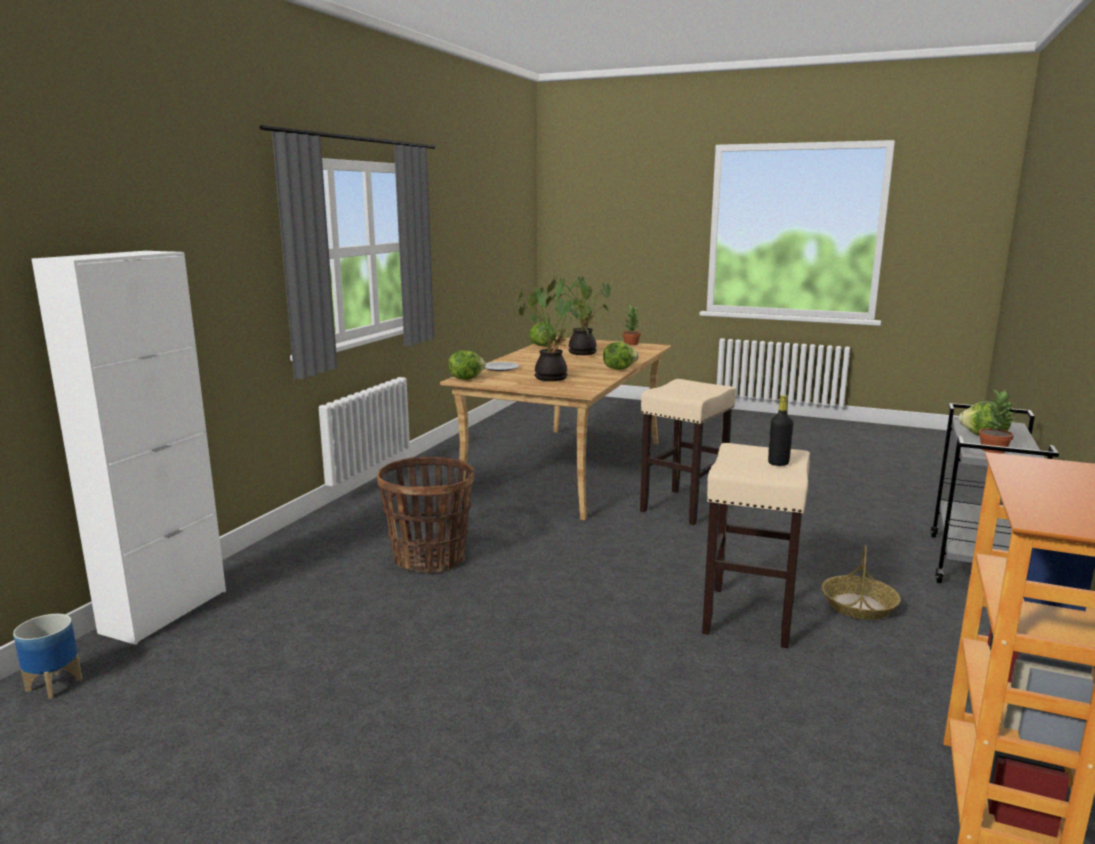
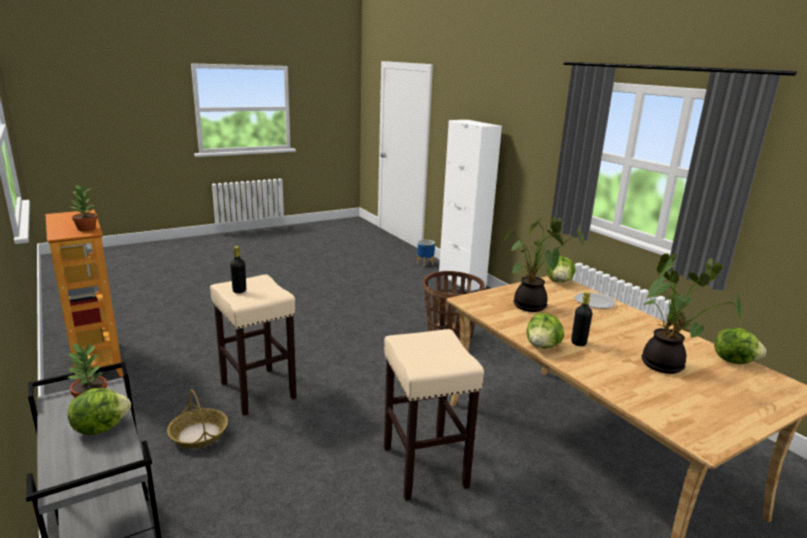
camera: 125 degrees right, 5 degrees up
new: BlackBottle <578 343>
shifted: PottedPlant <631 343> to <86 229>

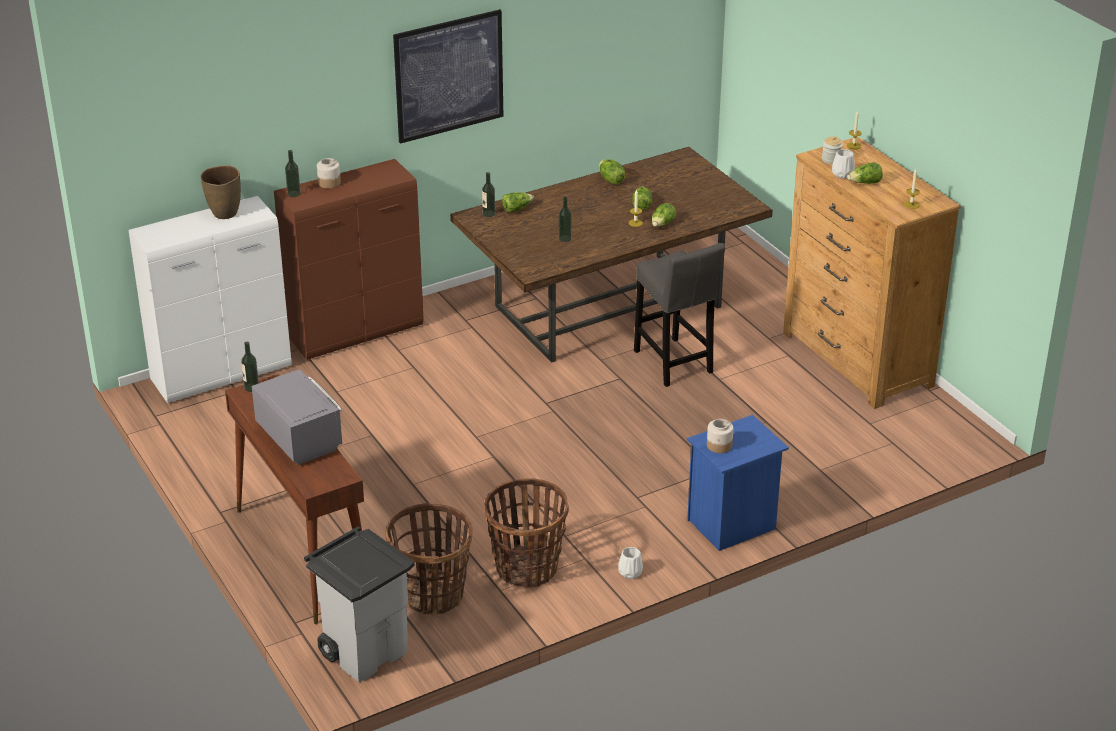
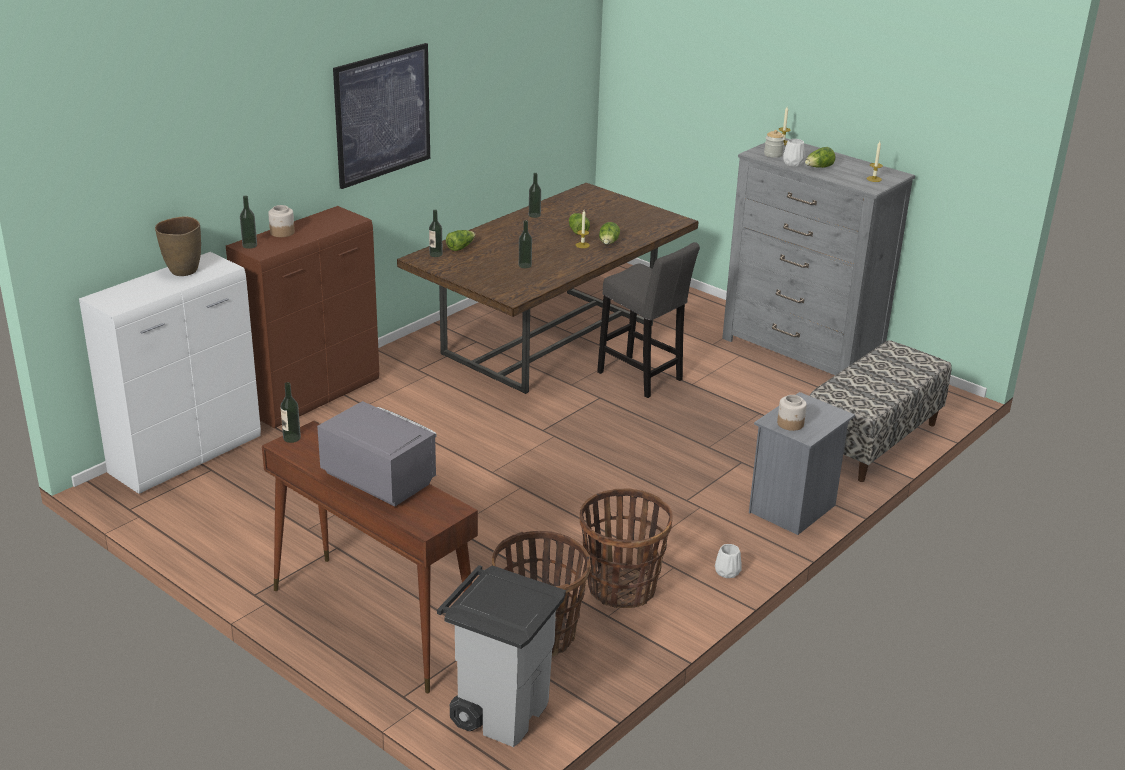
camera: 20 degrees left, 5 degrees down
new: Bench <872 441>
swapped: Lettuce <611 180> to Bottle <534 215>
repainted: BlueNightstand <733 525> to GreyNightstand <794 509>; BrownDresser <857 360> to GreyDresser <801 350>

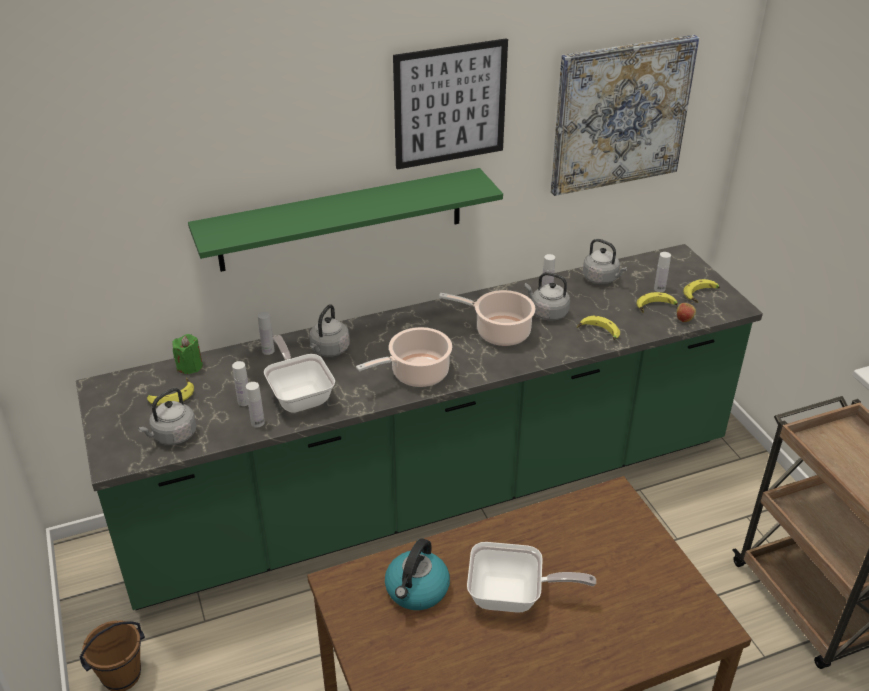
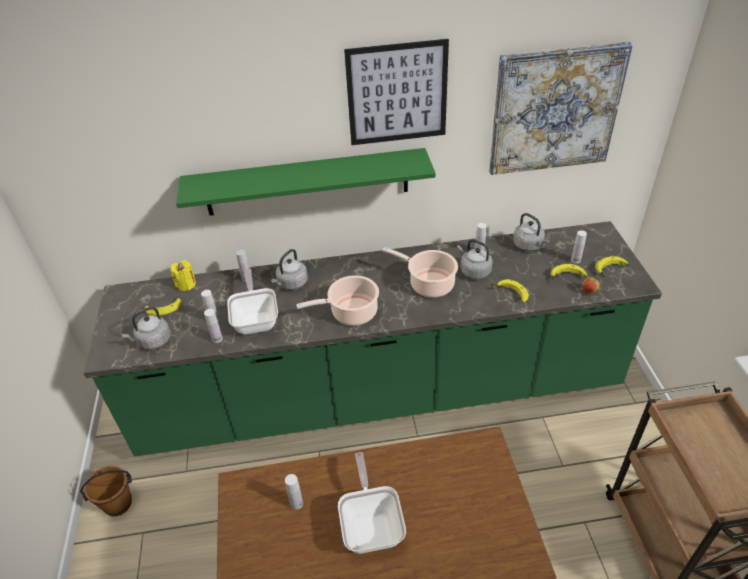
camera: 15 degrees right, 5 degrees up
swapped: Kettle <417 590> to WhiteBottle <296 503>
repainted: GreenCandle <190 366> to YellowCandle <186 284>
rotated: FryingPan <513 597> = <372 524> 120 degrees counterclockwise

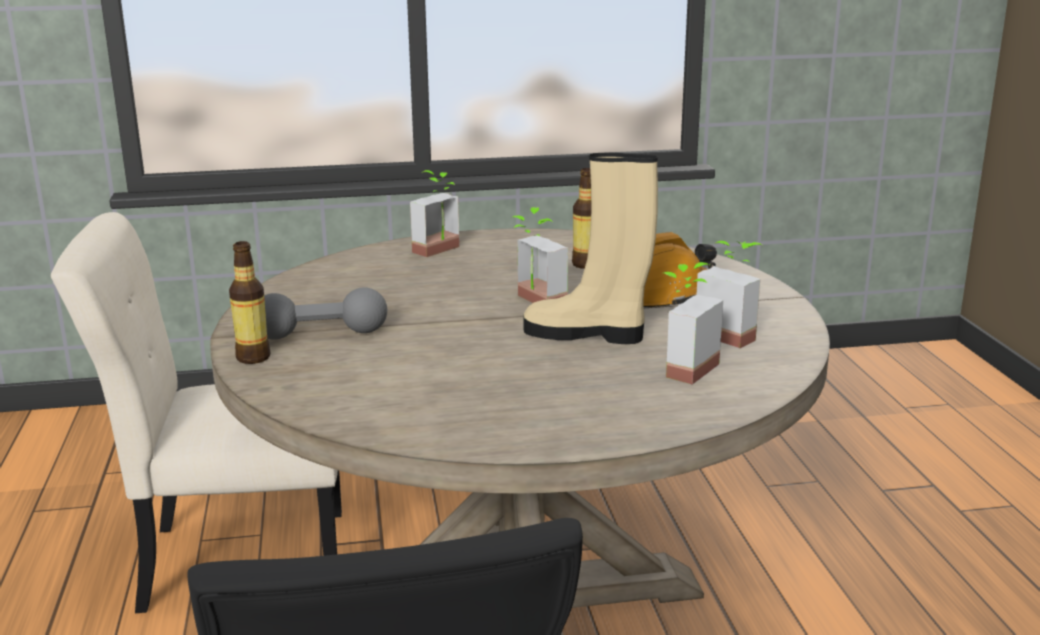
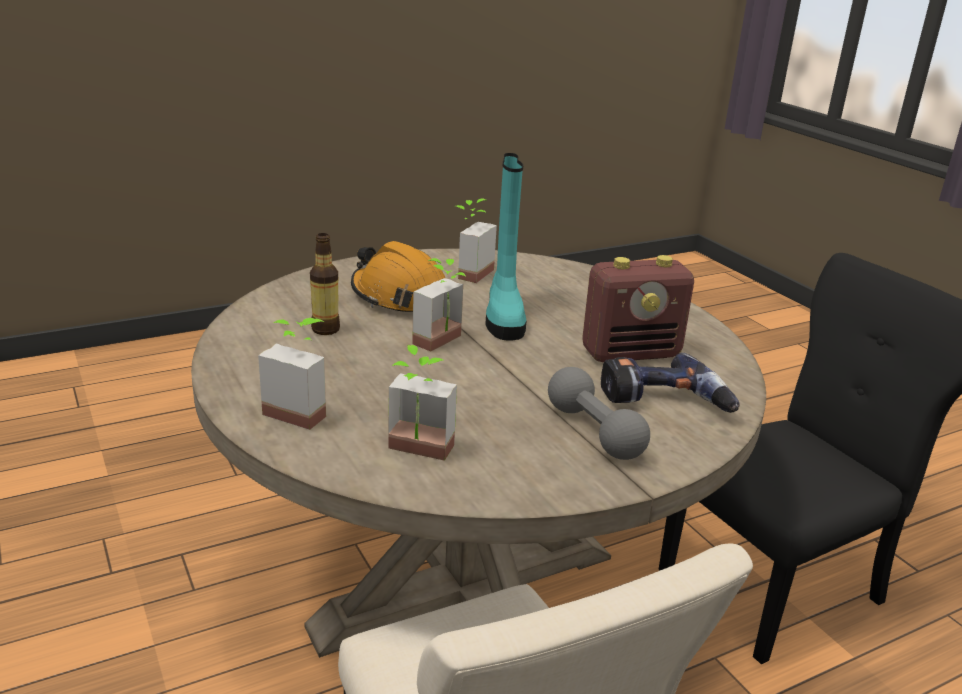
camera: 110 degrees left, 5 degrees up
gone: Bottle <253 357>
new: Radio <631 353>; PowerDrill <664 404>
shifted: PottedPlant <681 367> to <417 453>
repainted: BeigeBoot <587 334> to TurquoiseBoot <503 316>

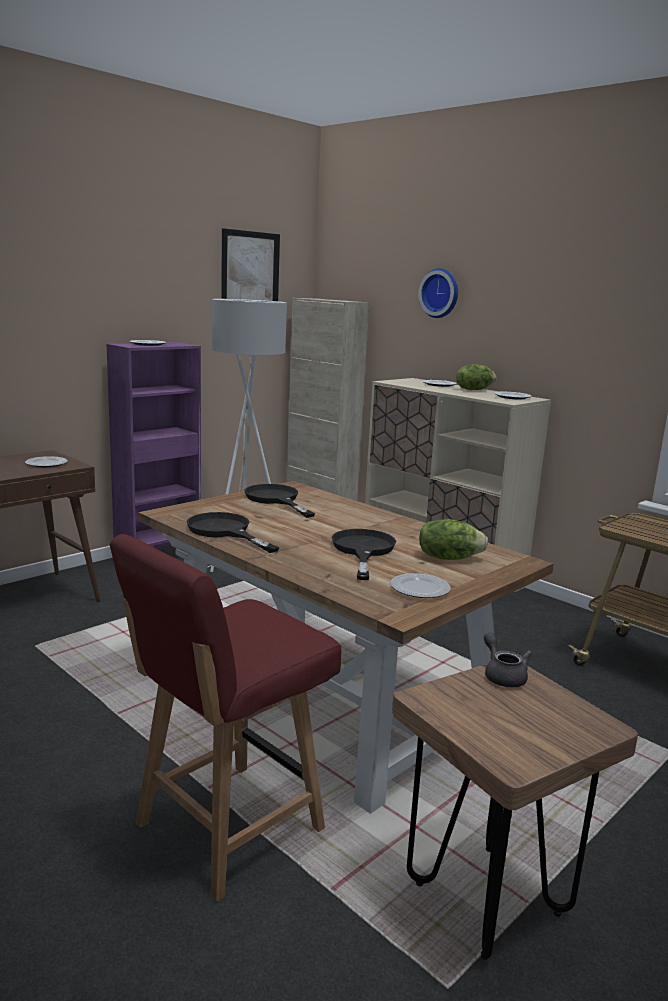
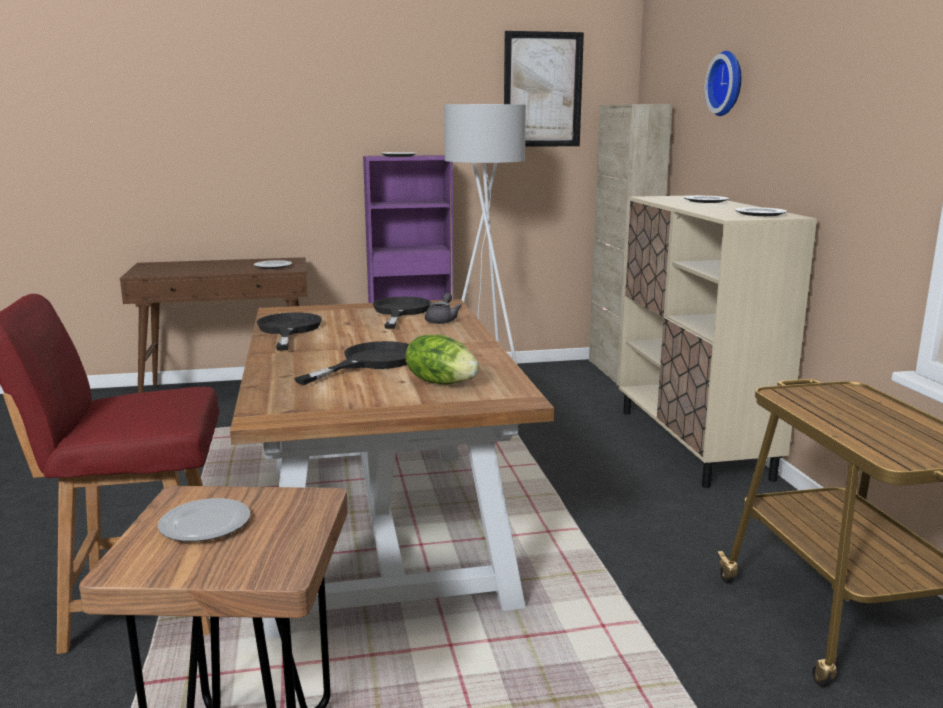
camera: 35 degrees right, 0 degrees up
gone: Lettuce <474 390>
shifted: Plate <420 589> to <205 525>; GreyTeapot <503 675> to <442 320>

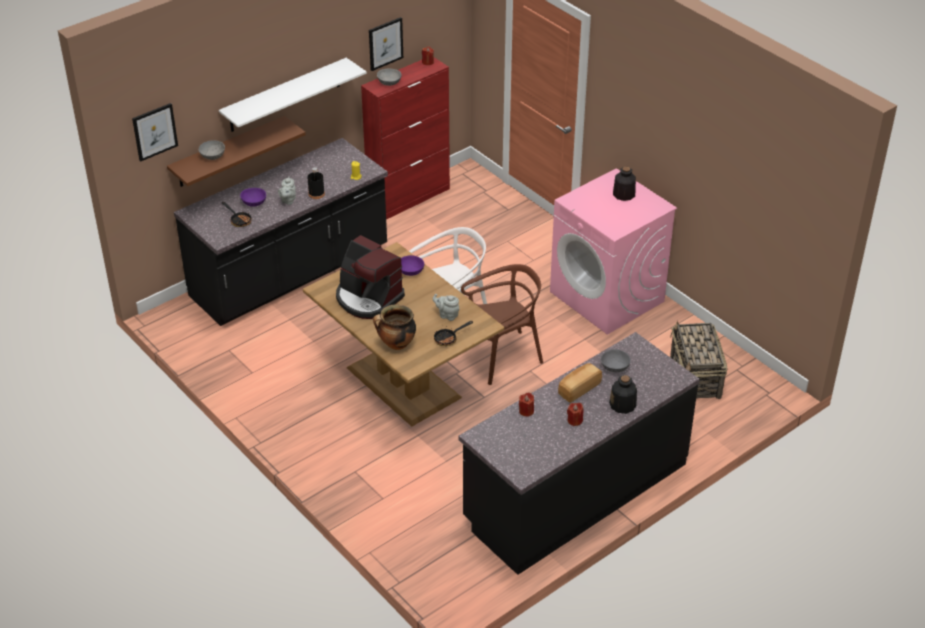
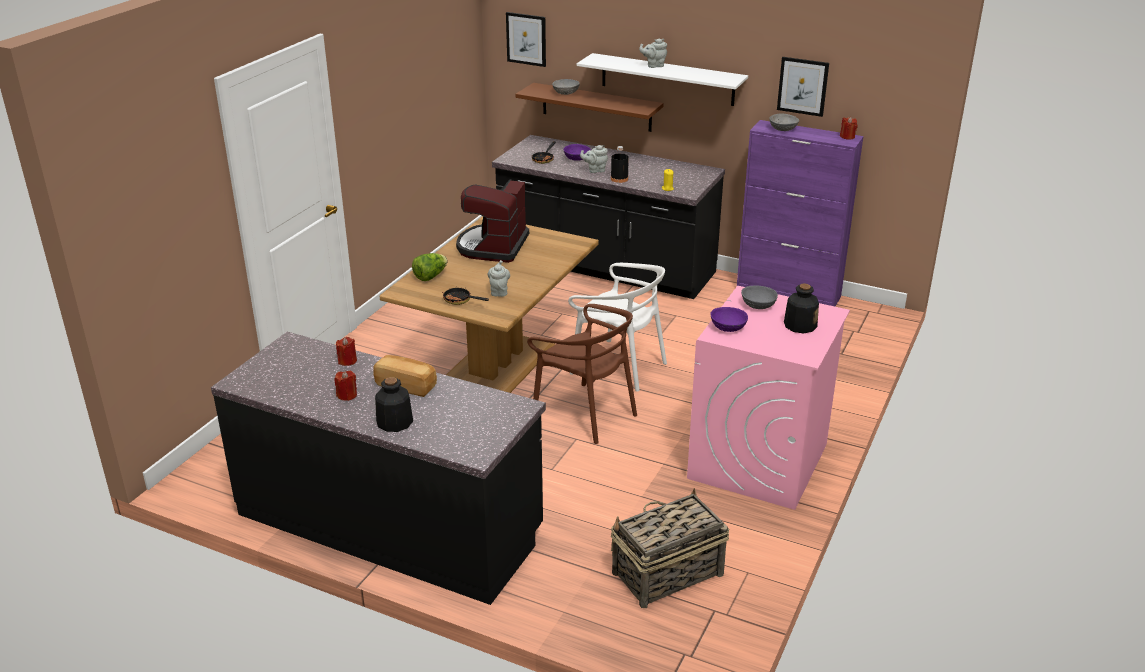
camera: 65 degrees right, 10 degrees down
new: GreyTeapot <654 65>
shifted: PurpleBowl <410 271> to <728 327>; GreyBowl <615 367> to <758 305>
swapped: CookingPot <396 344> to Lettuce <430 276>
repainted: RedCabinet <409 198> to PurpleCabinet <788 293>

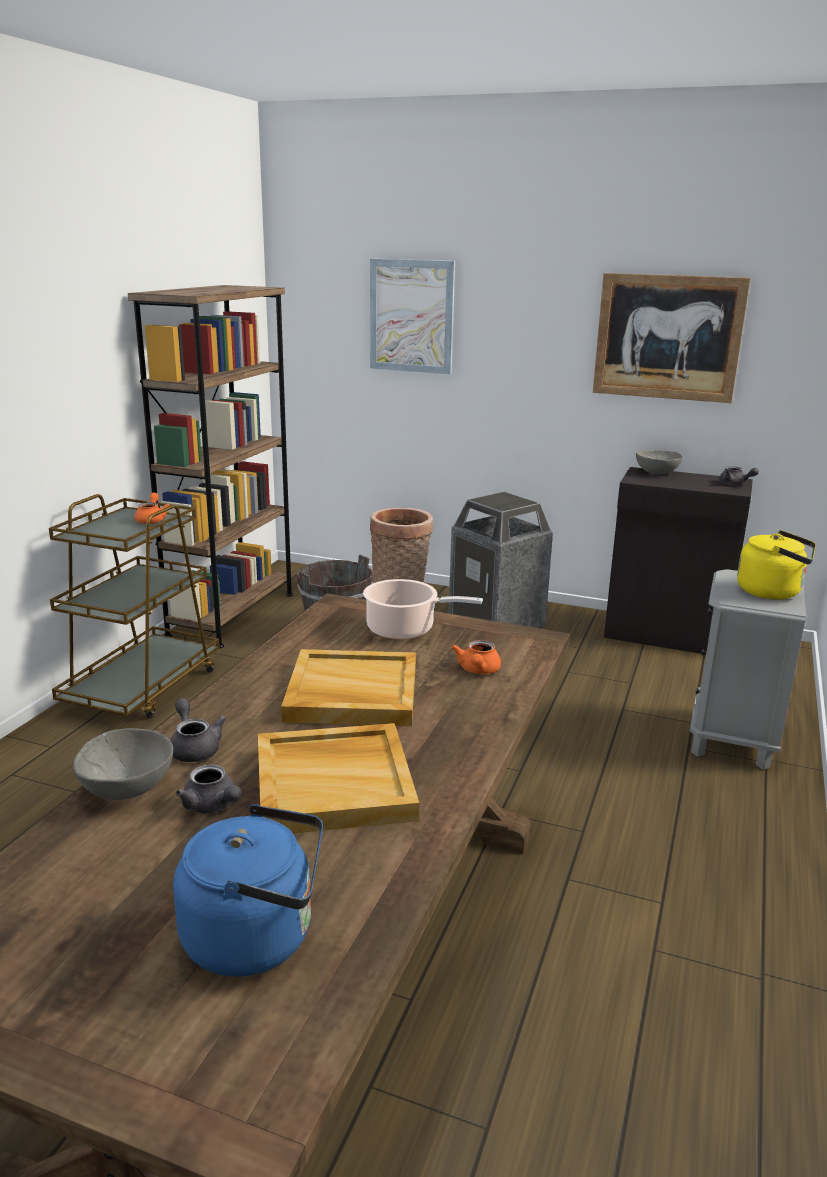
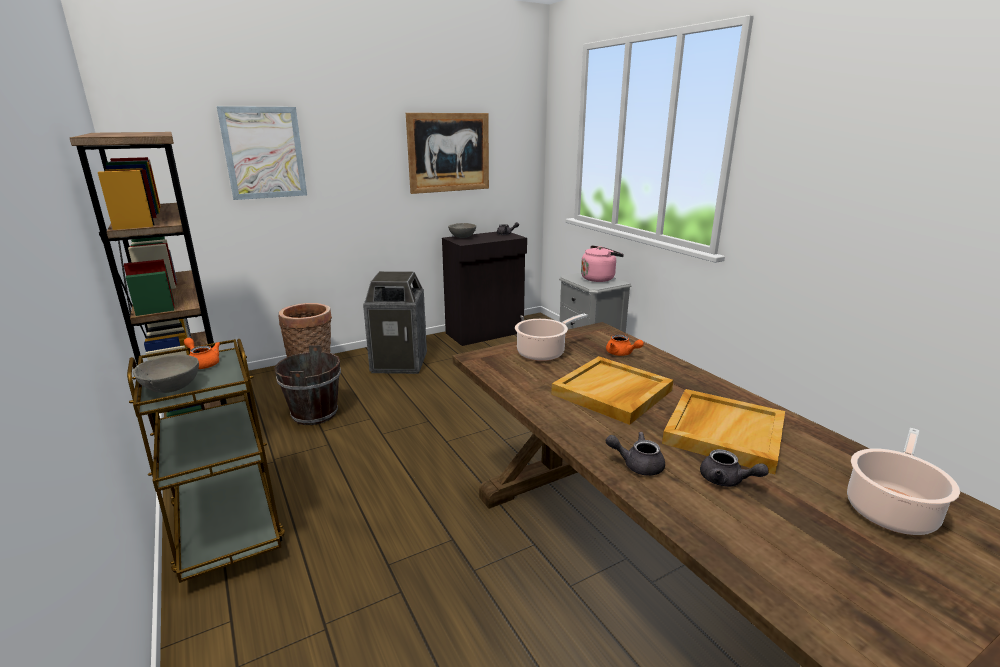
camera: 50 degrees left, 0 degrees up
shifted: GreyBowl <127 789> to <172 388>
swapped: BlueKettle <257 937> to CookingPot <891 509>
repainted: YellowKettle <772 592> to PinkKettle <599 278>
rotated: GreyTeapot <213 806> = <726 480> 45 degrees clockwise

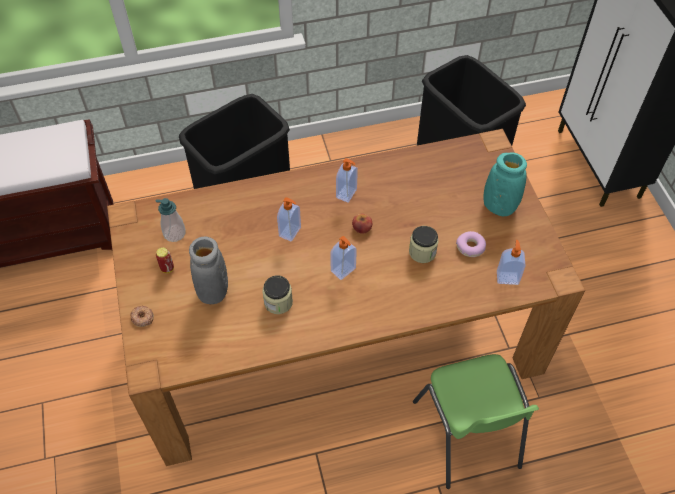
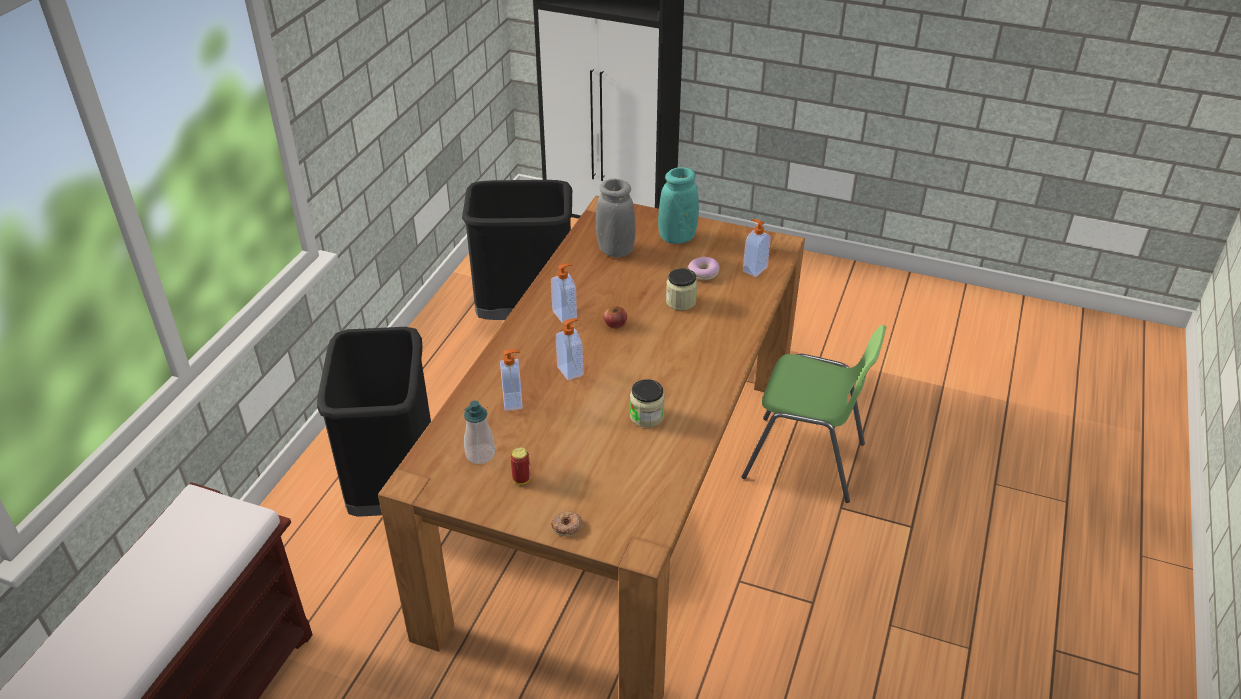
camera: 55 degrees left, 15 degrees down
shifted: GreyVase <213 291> to <615 250>; SoapDispenser <343 270> to <513 401>

